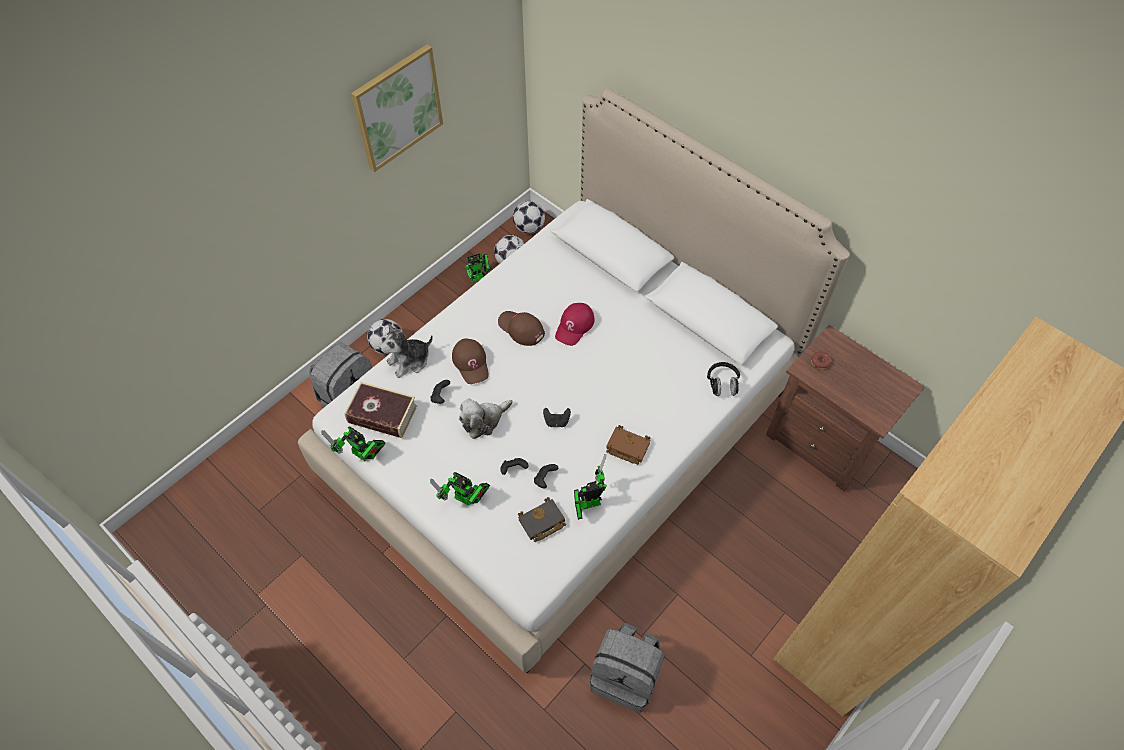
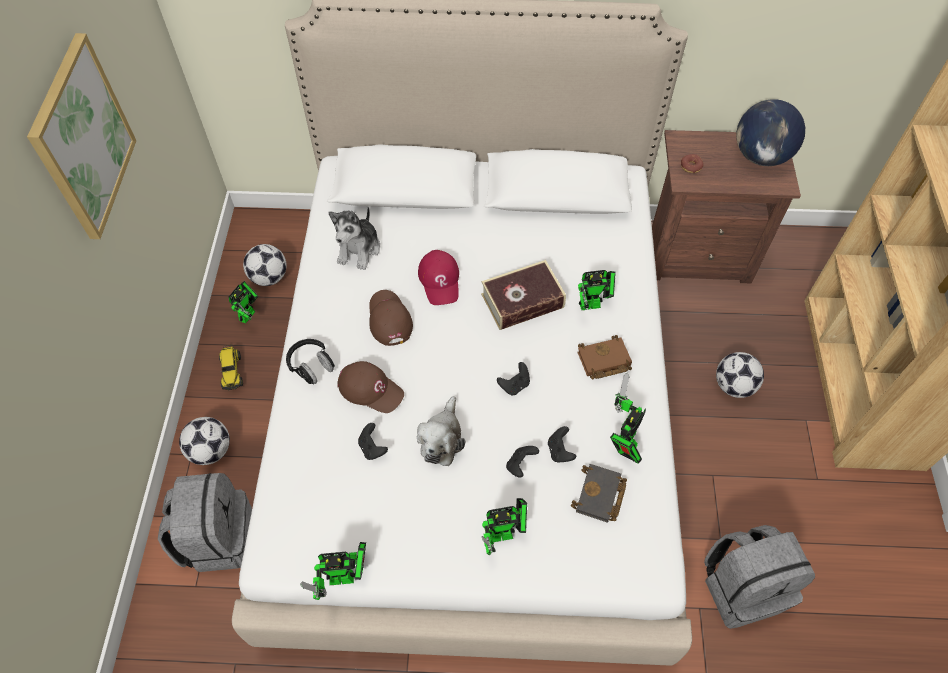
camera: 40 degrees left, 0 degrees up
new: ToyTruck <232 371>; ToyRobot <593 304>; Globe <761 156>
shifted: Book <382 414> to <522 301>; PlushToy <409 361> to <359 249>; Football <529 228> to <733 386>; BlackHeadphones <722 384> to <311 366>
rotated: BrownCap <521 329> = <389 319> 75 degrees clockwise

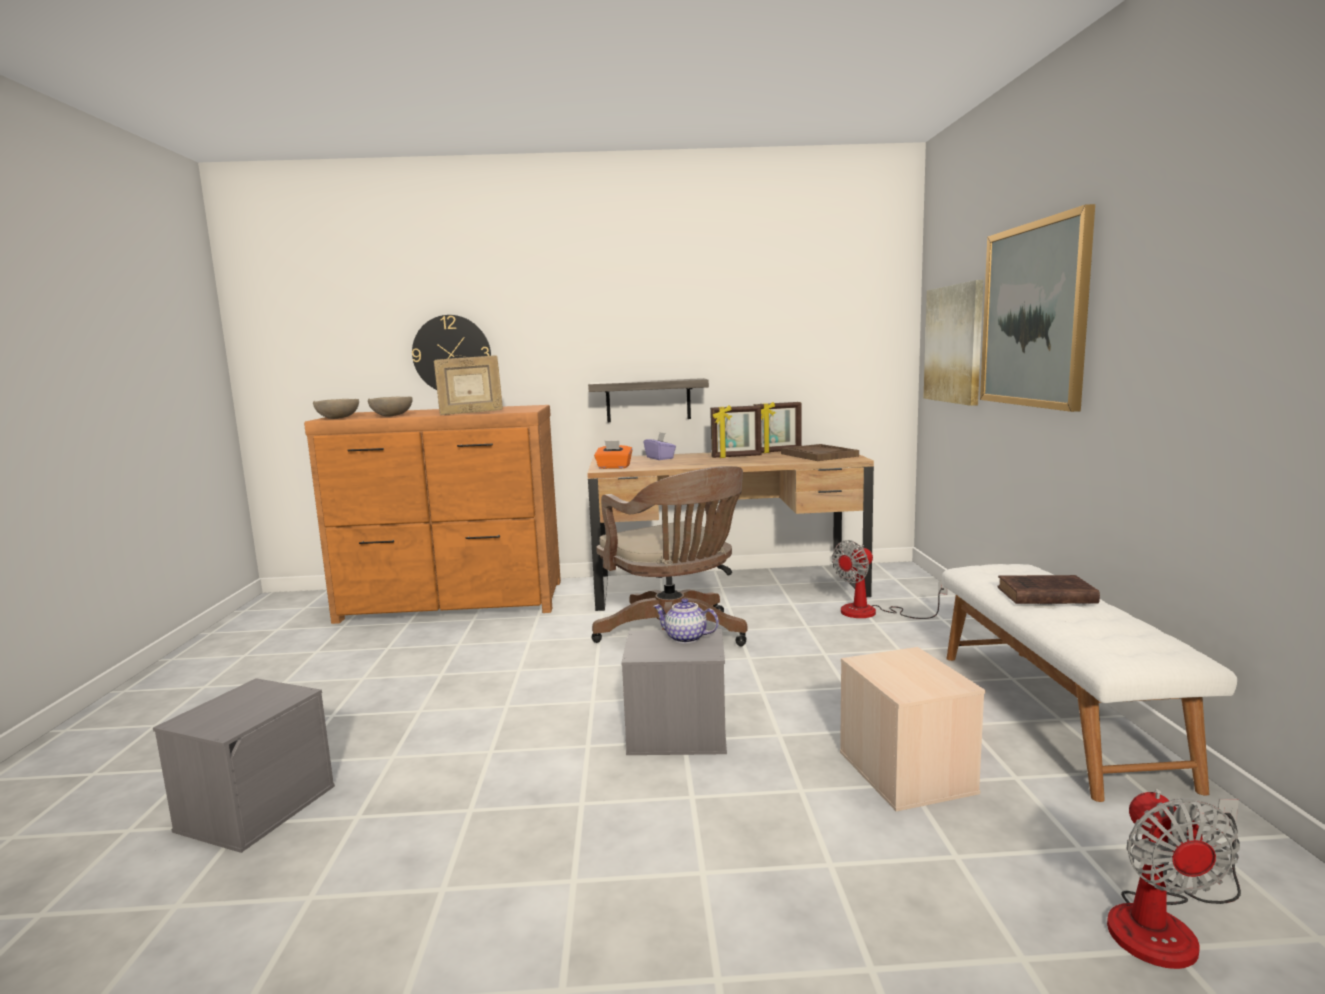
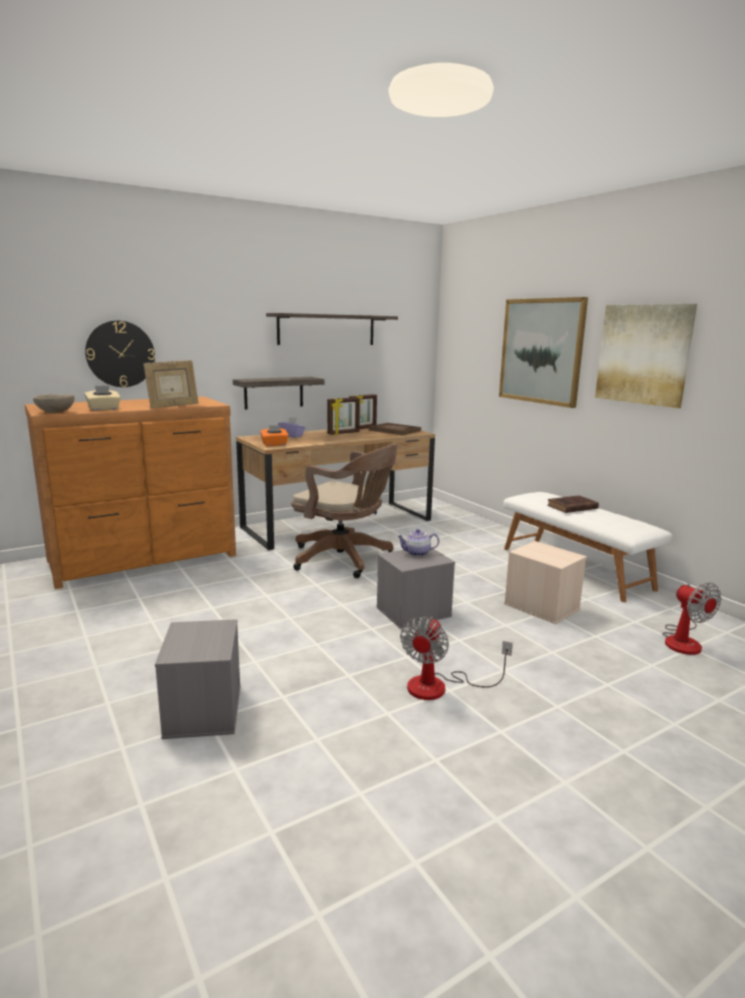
camera: 30 degrees left, 5 degrees up
new: Shelf <326 329>
shifted: Fan <872 613> to <440 686>; Picture <954 344> to <643 354>
swapped: BeigeBowl <392 416> to BeigeTissueBox <104 409>

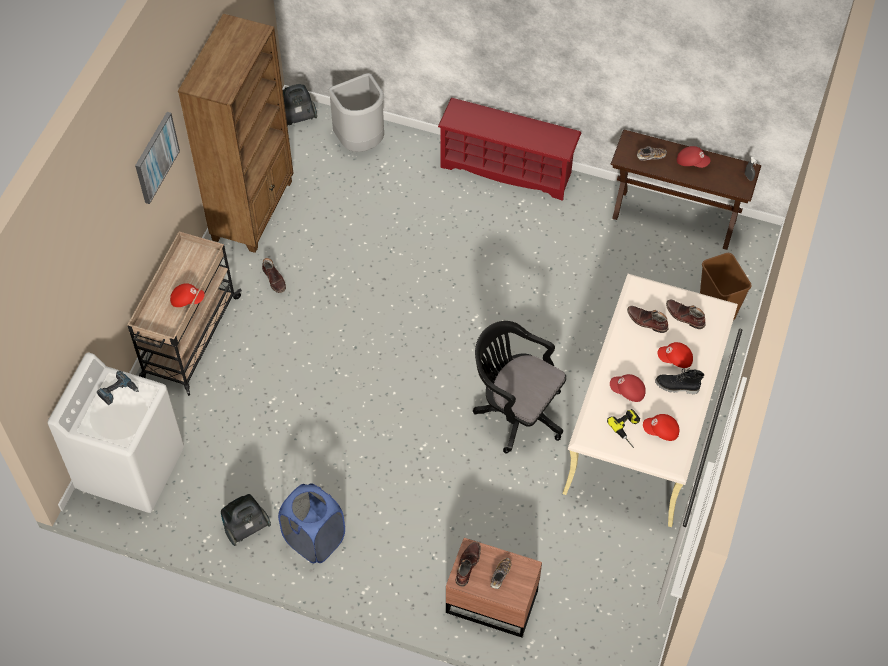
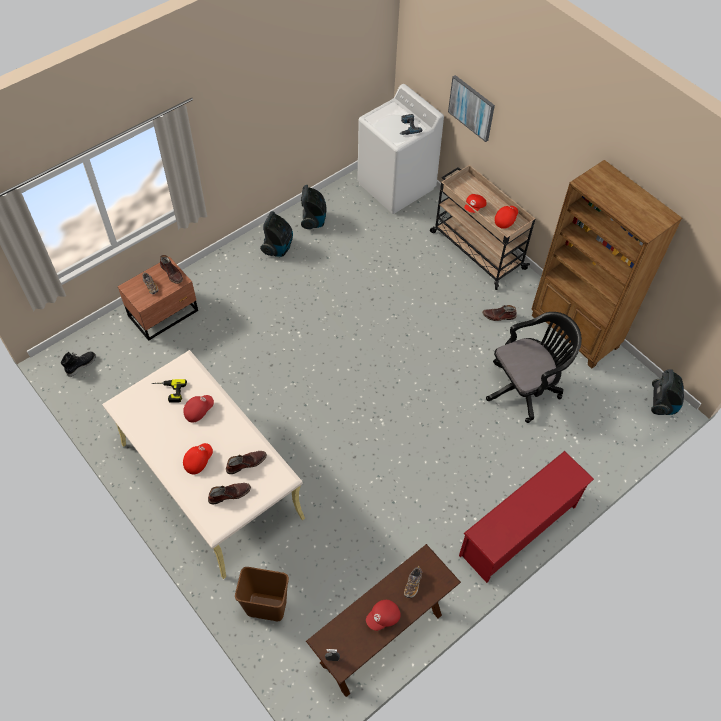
camera: 120 degrees right, 0 degrees up
gone: GreyTrashCan <361 143>
shifted: Picture <156 157> to <471 108>; BlackOfficeChair <516 411> to <525 387>; RedCap <661 431> to <505 219>; BlackBoot <677 387> to <81 365>
swapped: BlueLaundryBasket <314 540> to VacuumCleaner <278 248>

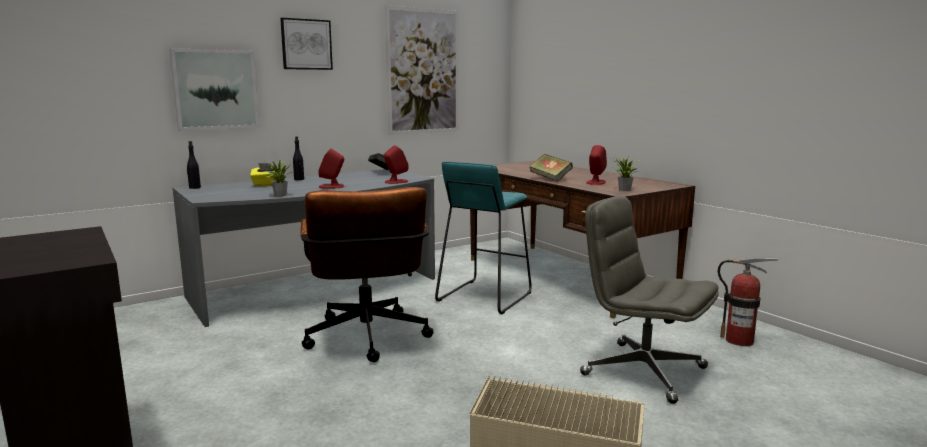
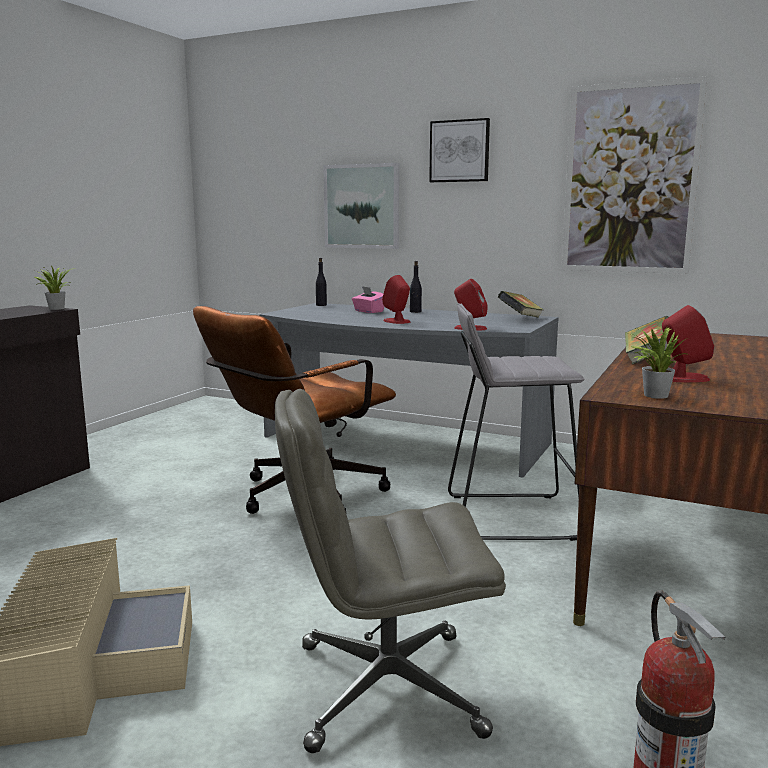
camera: 60 degrees right, 0 degrees up
shifted: PottedPlant <278 195> to <56 308>
repainted: YellowTissueBox <266 185> to PinkTissueBox <368 311>; TurquoiseStool <484 297> to GreyStool <509 516>
rotated: GreyOfficeChair <642 371> = <385 689> 105 degrees counterclockwise

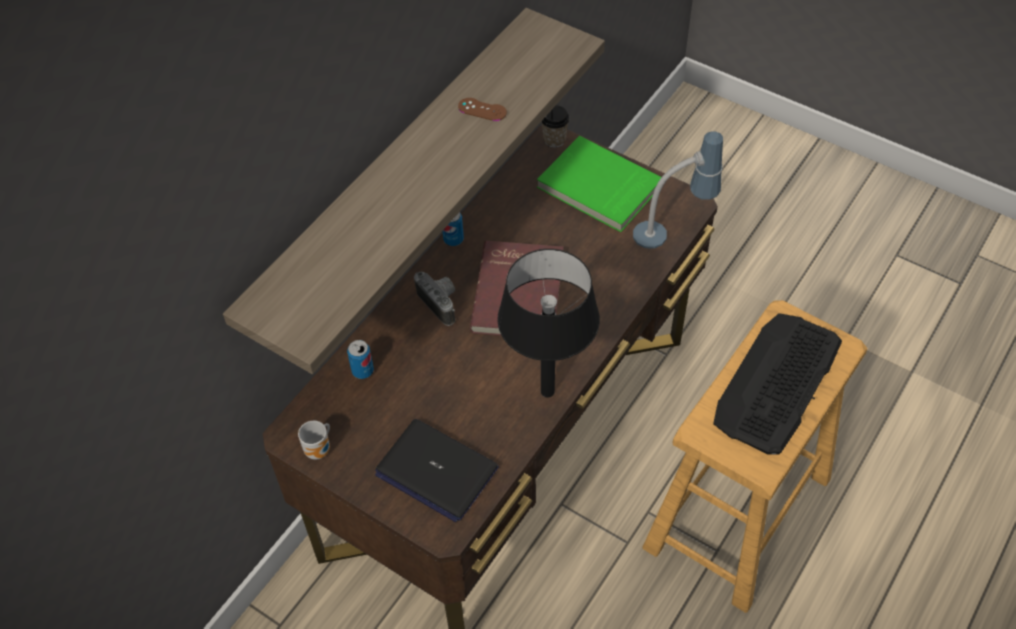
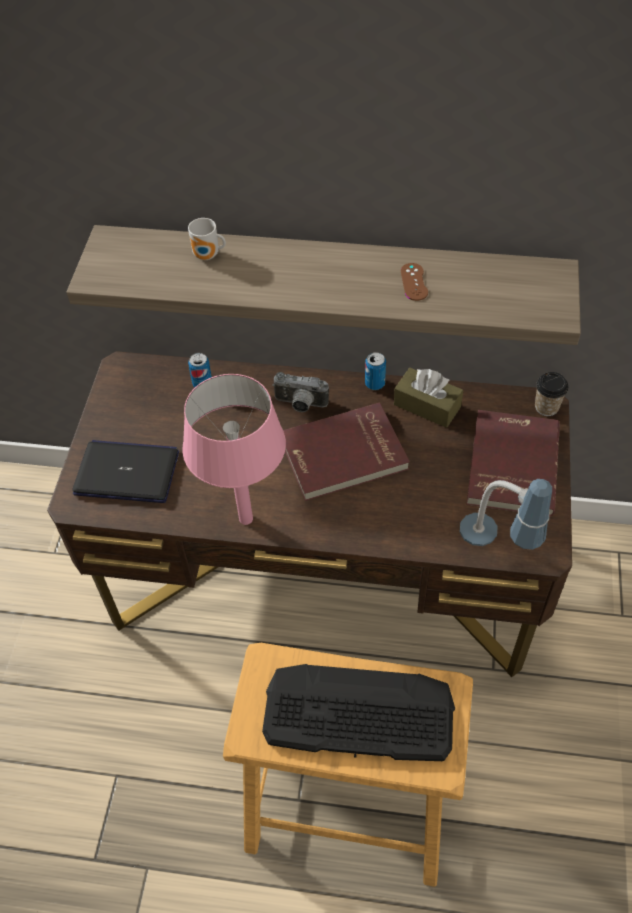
camera: 65 degrees right, 0 degrees up
new: BrownTissueBox <427 405>
shifted: Mug <320 450> to <208 256>
repainted: BlackTableLamp <548 391> to PinkTableLamp <246 519>; GreenBook <598 187> to RedBook <510 465>
rotated: Laptop <436 471> = <127 473> 90 degrees clockwise; PhotoCamera <441 303> = <300 405> 75 degrees clockwise

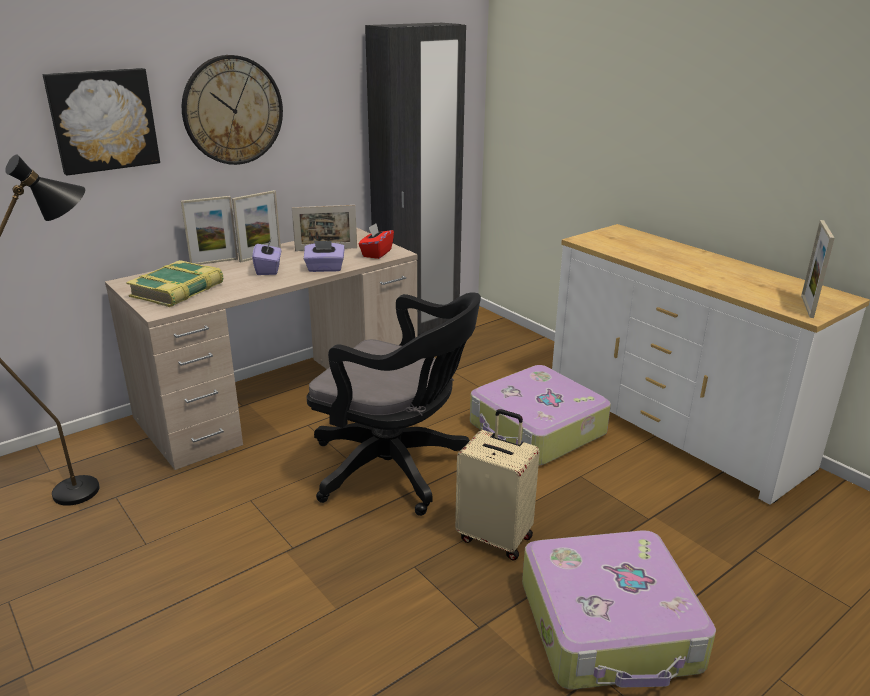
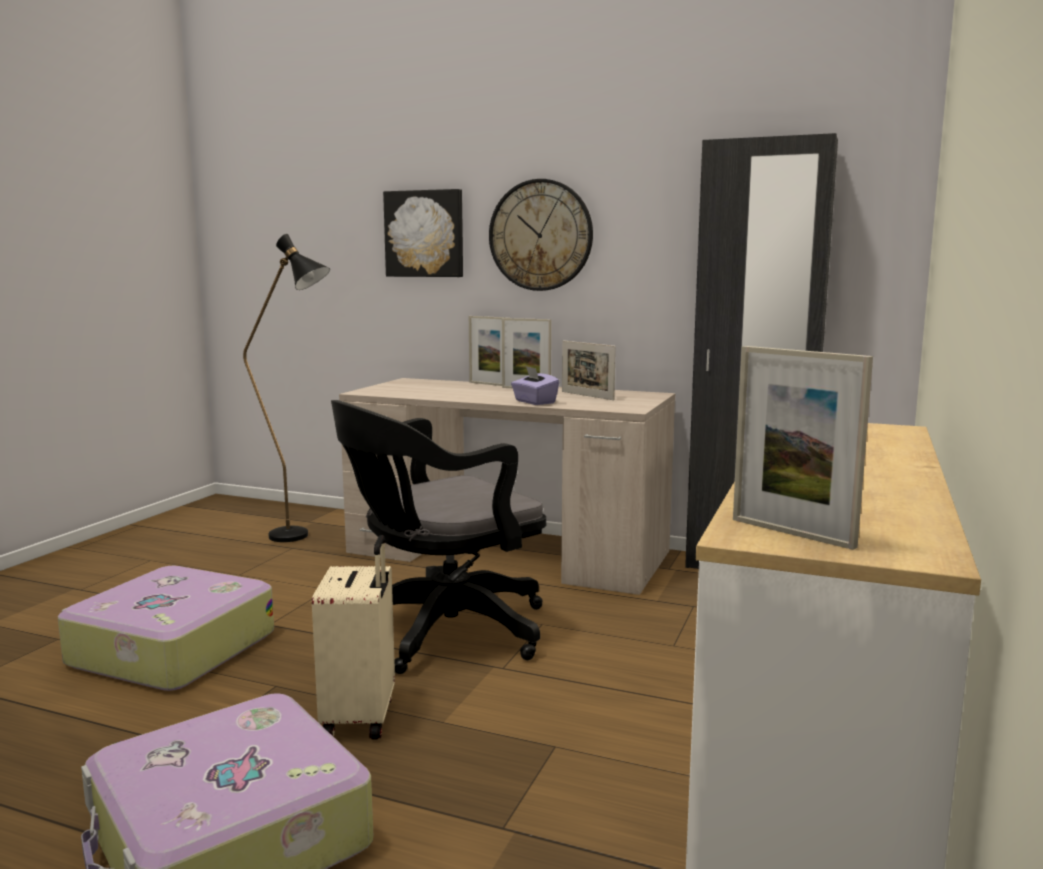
camera: 60 degrees right, 15 degrees down
gone: Book <178 291>; PurpleTissueBox <268 269>; RedTissueBox <376 253>
shifted: Suitcase <536 430> to <170 649>
rotated: BlackOfficeChair <396 470> = <441 632> 60 degrees clockwise; PictureFrame <807 306> = <791 533> 120 degrees counterclockwise

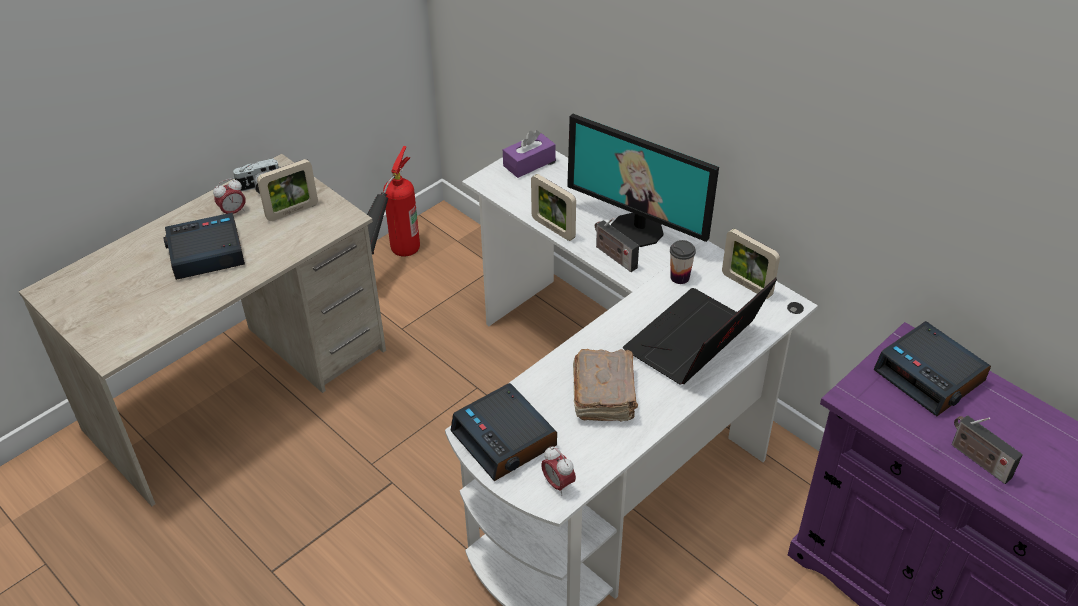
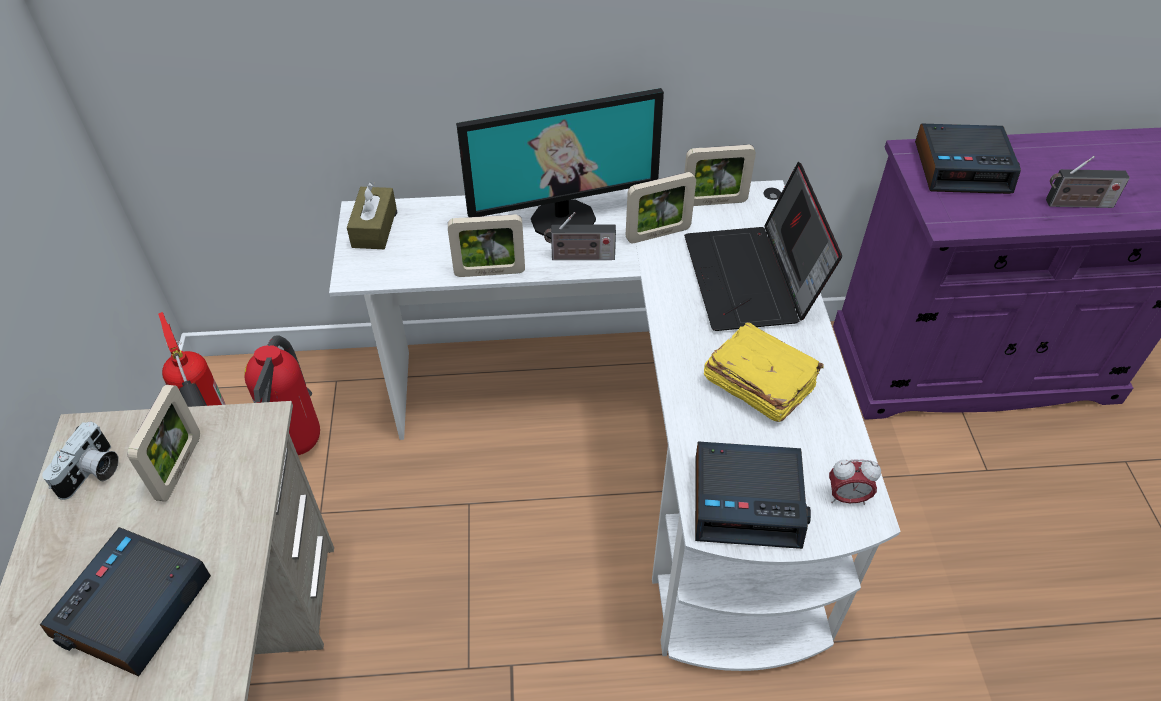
camera: 50 degrees left, 5 degrees up
gone: AlarmClock <233 212>
new: FireExtinguisher <301 445>
swapped: Cup <679 277> to PictureFrame <658 234>
repainted: PurpleTissueBox <529 163> to BrownTissueBox <374 228>; BrownBook <605 394> to YellowBook <758 383>

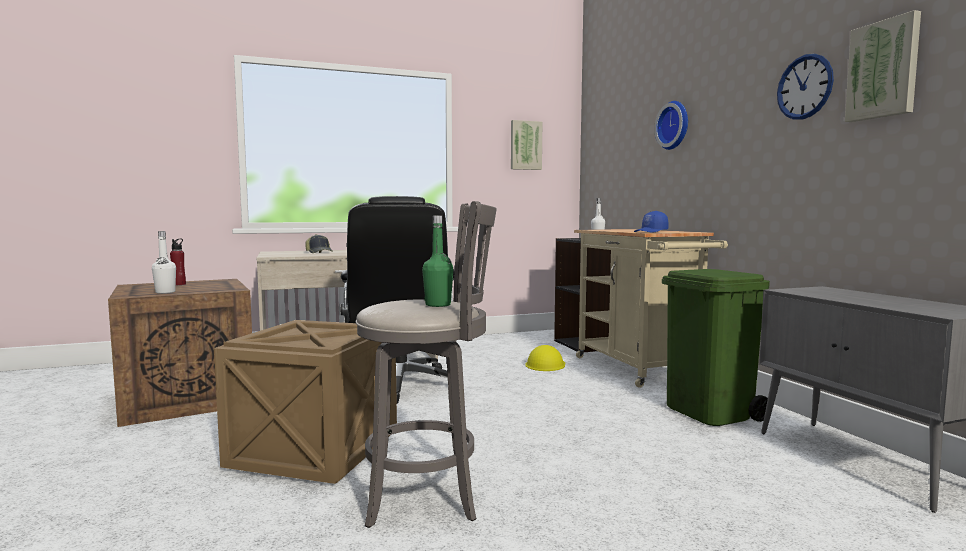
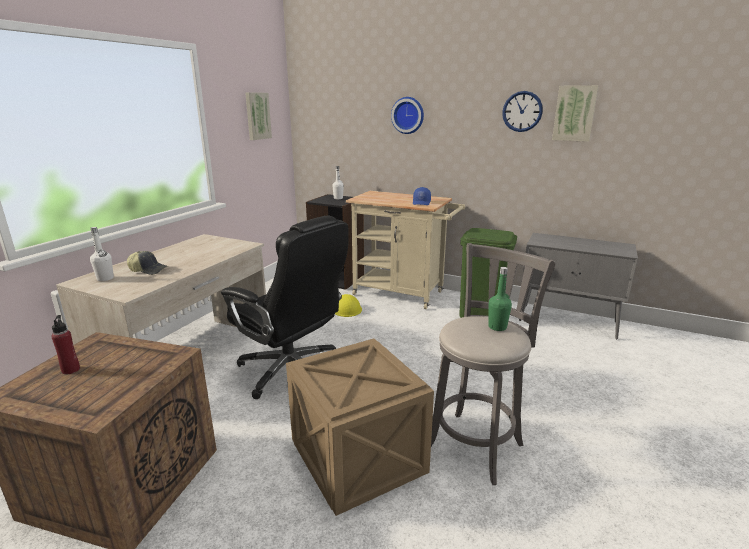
camera: 45 degrees left, 15 degrees up
shifted: WhiteBottle <165 292> to <105 278>

